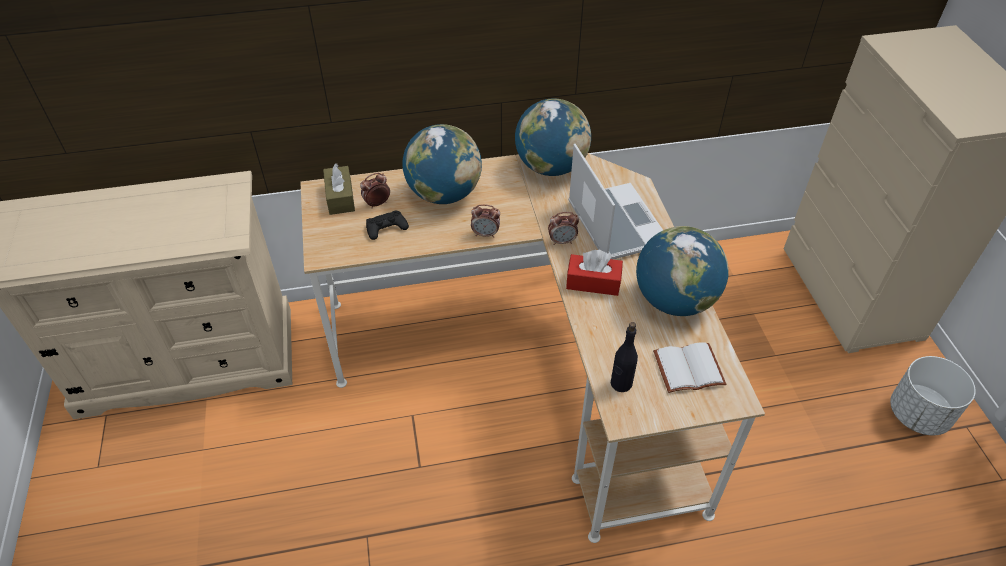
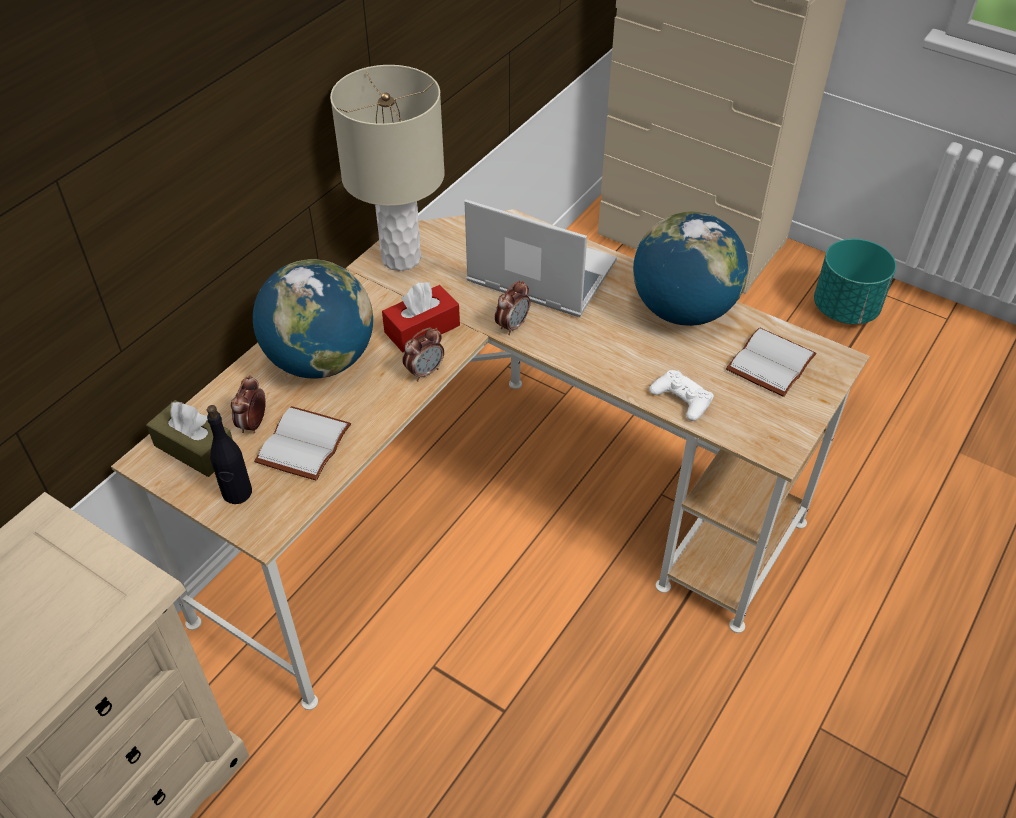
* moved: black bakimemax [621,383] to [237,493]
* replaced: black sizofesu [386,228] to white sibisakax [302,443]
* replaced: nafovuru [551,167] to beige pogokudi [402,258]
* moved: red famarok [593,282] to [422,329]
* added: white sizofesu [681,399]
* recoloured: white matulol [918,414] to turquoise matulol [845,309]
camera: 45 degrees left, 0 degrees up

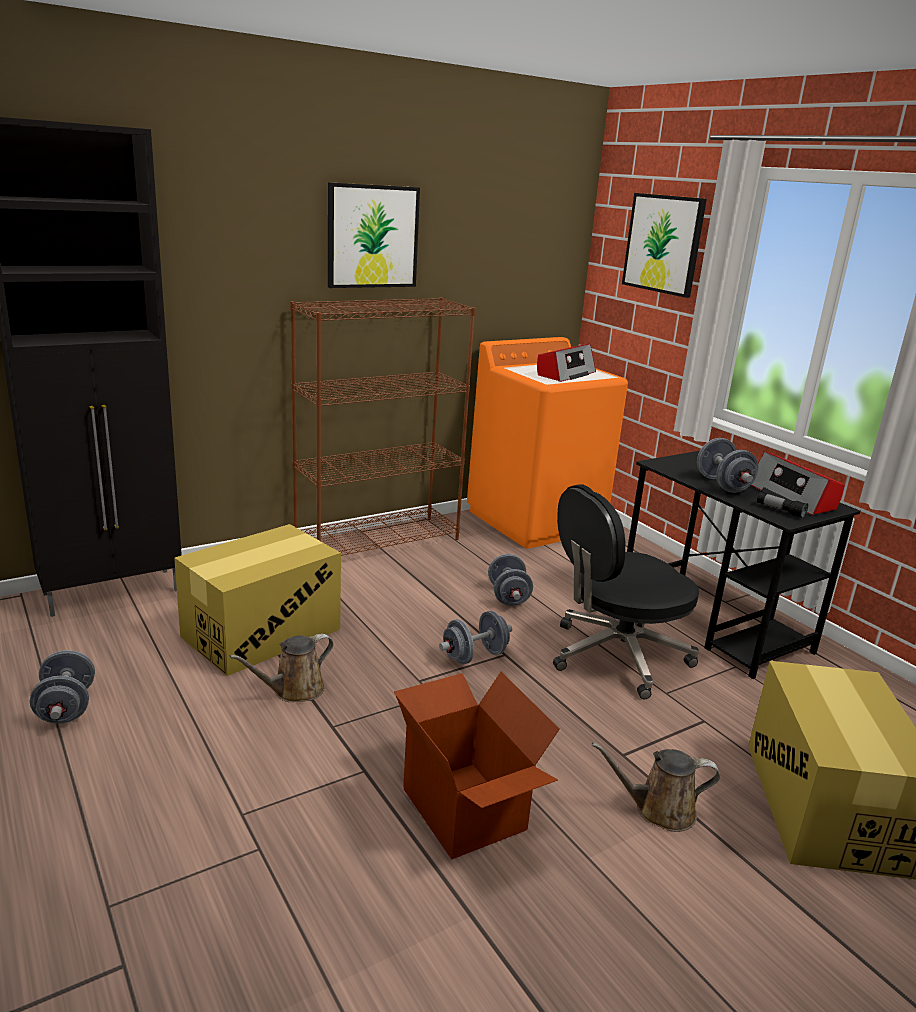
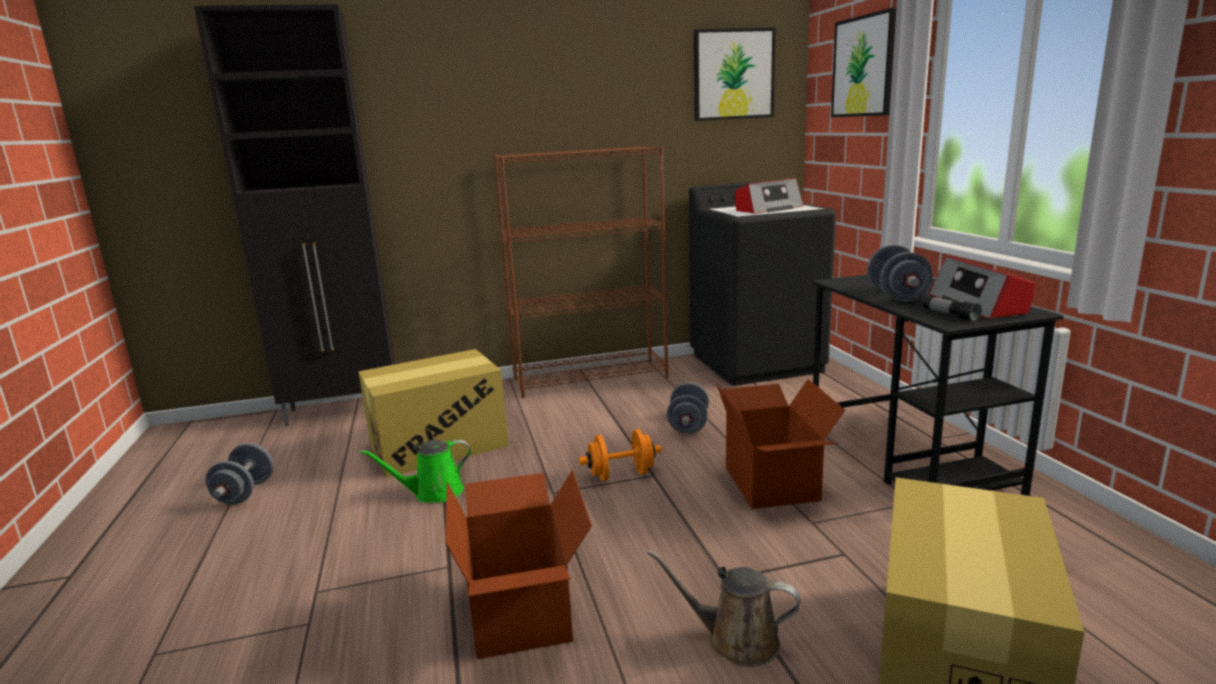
* recoloured: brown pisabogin [294,690] to green pisabogin [433,493]
* recoloured: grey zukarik [474,656] to orange zukarik [621,475]
* recoloured: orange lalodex [536,520] to black lalodex [757,363]
* moved: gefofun [372,236] to [733,74]
* replaced: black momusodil [616,656] to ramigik [773,483]
camera: 20 degrees right, 5 degrees down

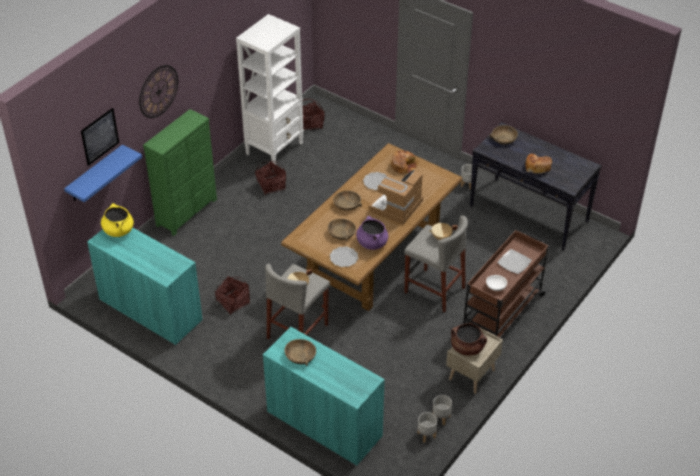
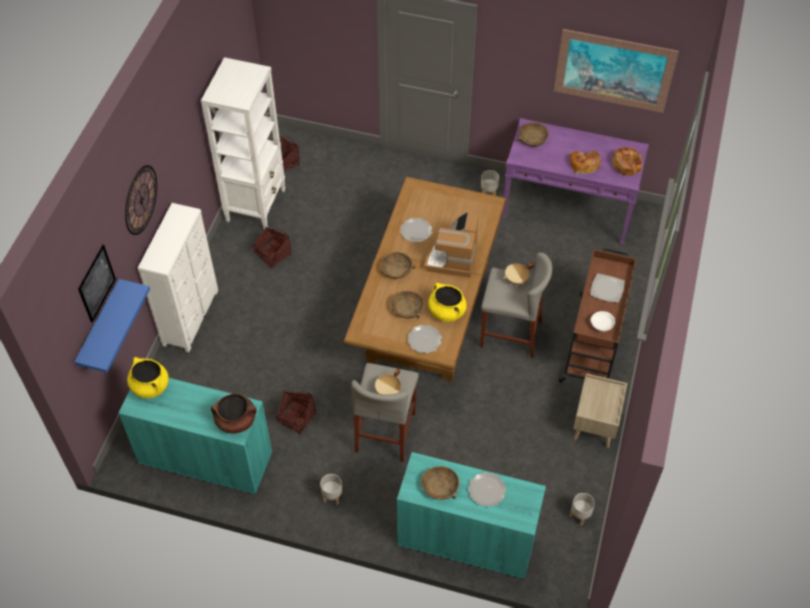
* recoloured: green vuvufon [187,212] to white vuvufon [191,317]
* moved: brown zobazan [467,348] to [236,420]
* moved: grey matulol [441,417] to [332,496]
* recoloured: purple zobazan [372,243] to yellow zobazan [446,311]
* added: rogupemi [486,490]
* recoloured: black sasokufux [529,213] to purple sasokufux [568,210]
* added: gefofun [614,70]
* moved: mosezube [403,165] to [626,164]
camera: 20 degrees left, 10 degrees up

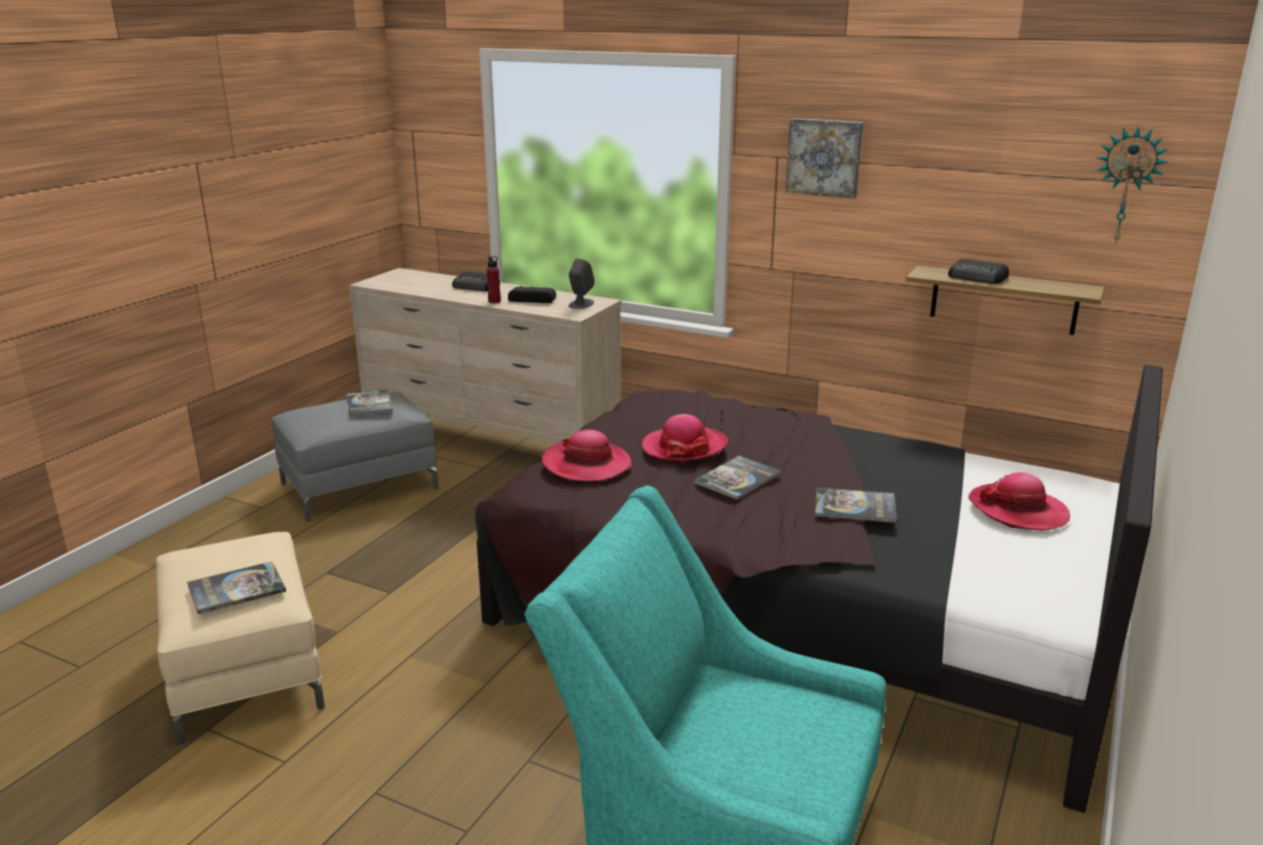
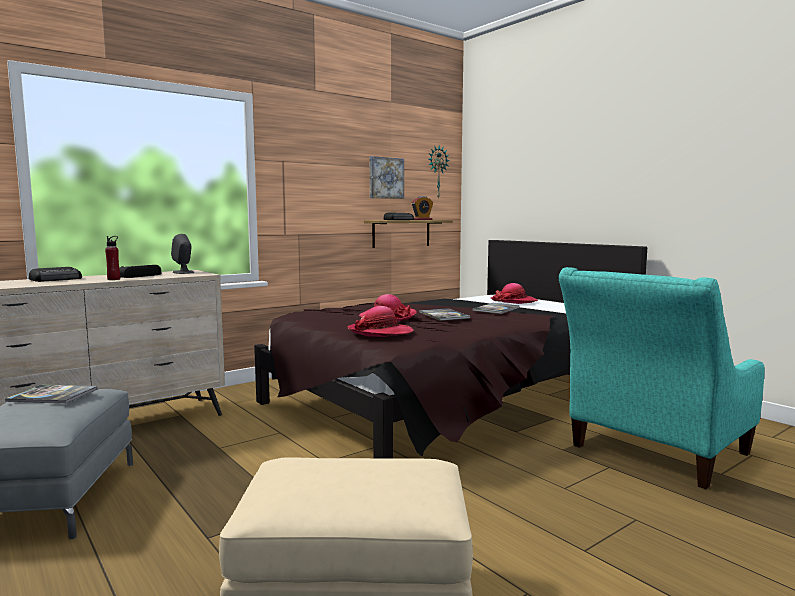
* moved: gefofun [824,157] to [385,178]
* added: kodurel [422,219]
* removed: sibisakax [236,589]
camera: 65 degrees left, 15 degrees down

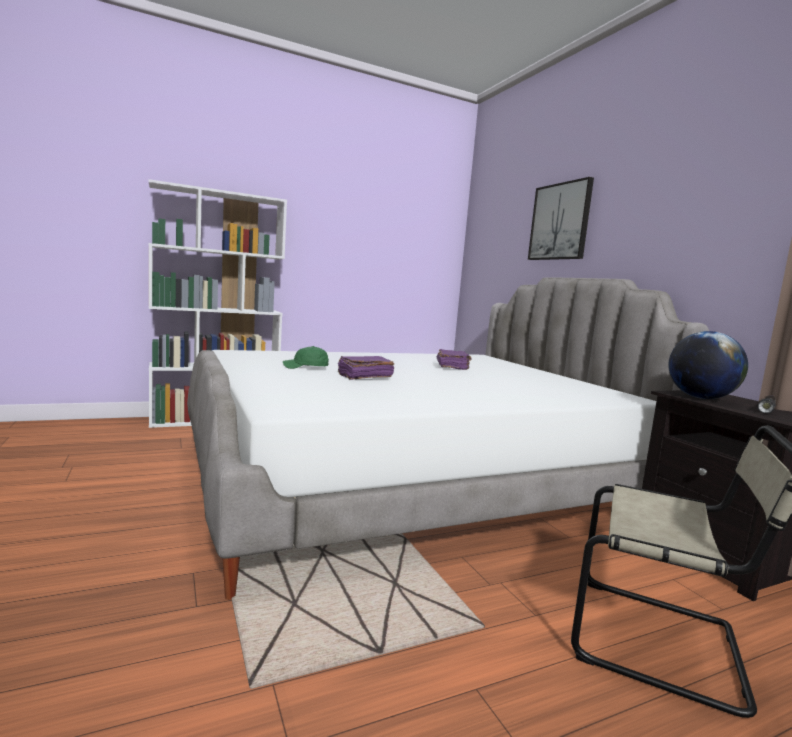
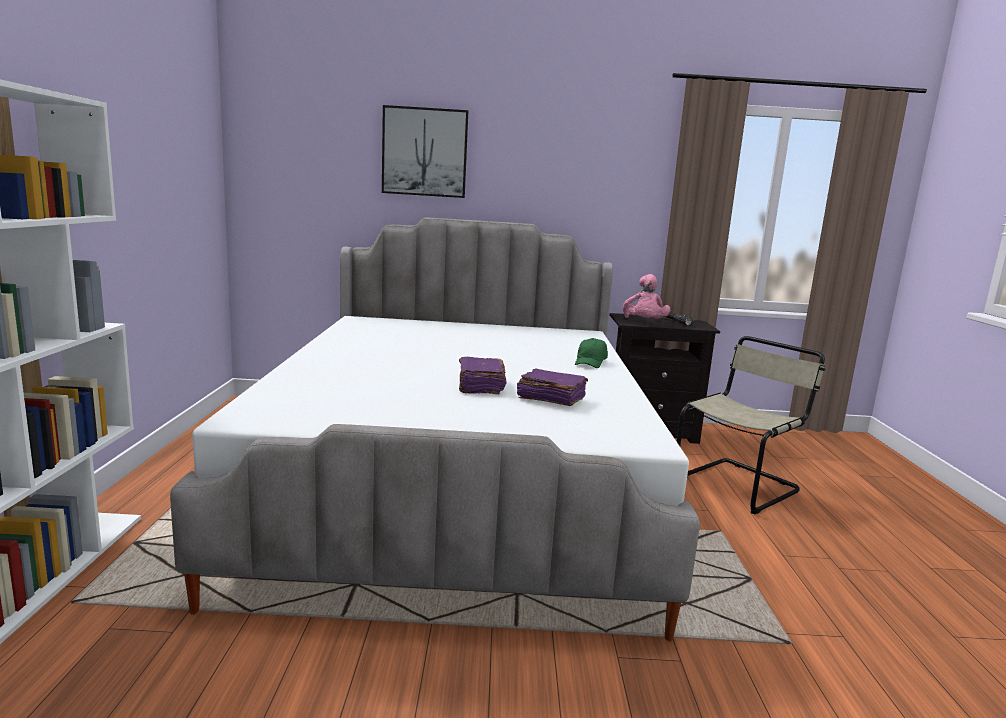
* moved: purple sibisakax [452,367] to [550,399]
* moved: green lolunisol [306,367] to [590,362]
* replaced: nafovuru [700,398] to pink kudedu [644,323]
camera: 65 degrees left, 5 degrees up

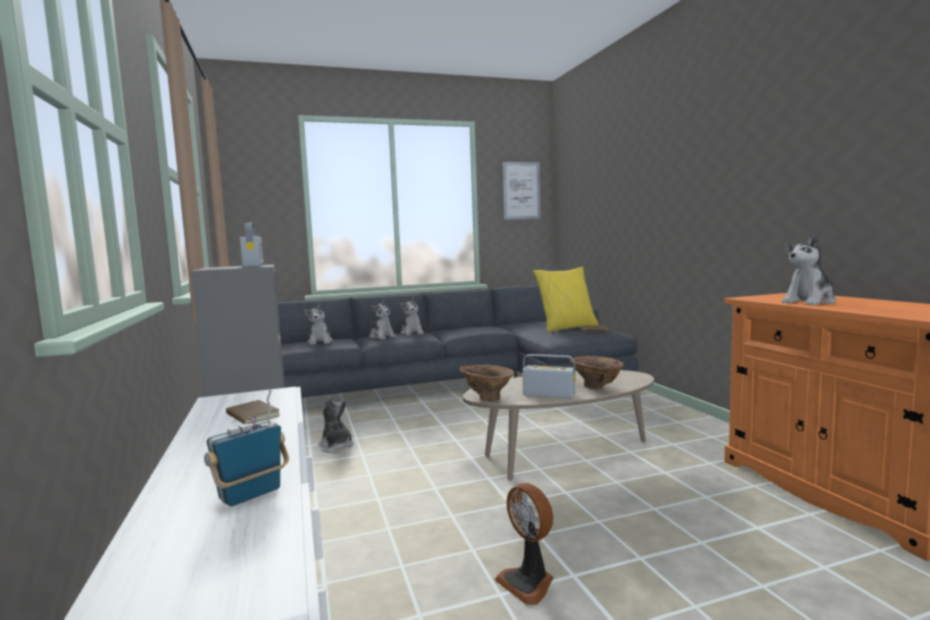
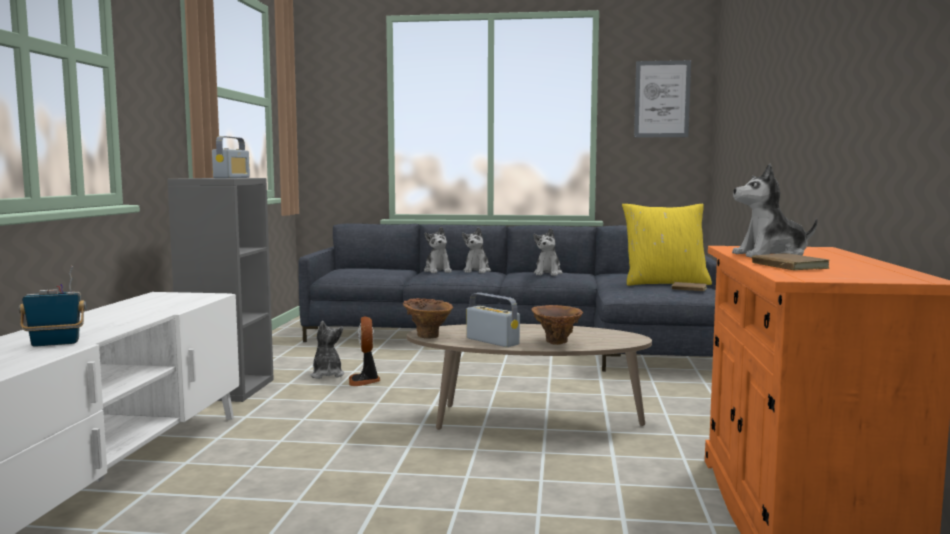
* moved: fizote [528,582] to [364,381]
* moved: kudedu [320,342] to [548,273]
* moved: brown sibisakax [250,416] to [787,266]
camera: 25 degrees right, 0 degrees up

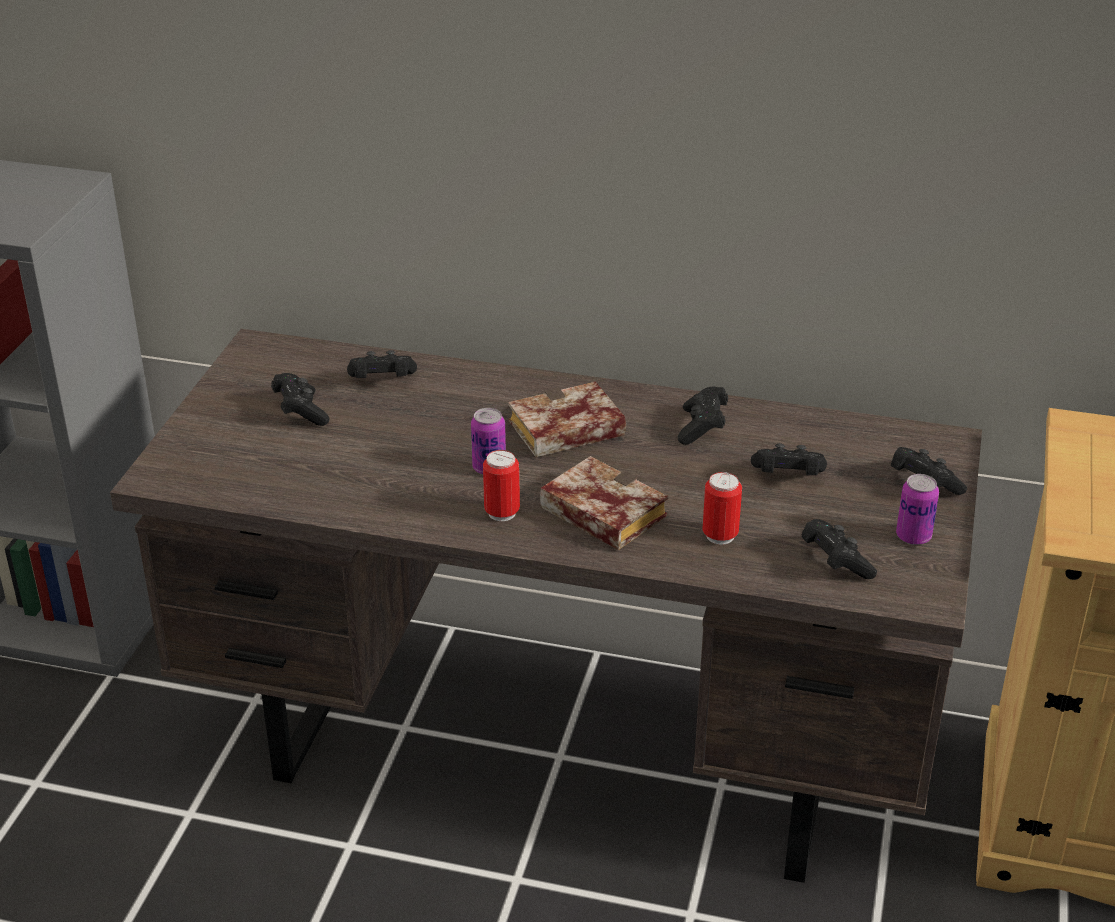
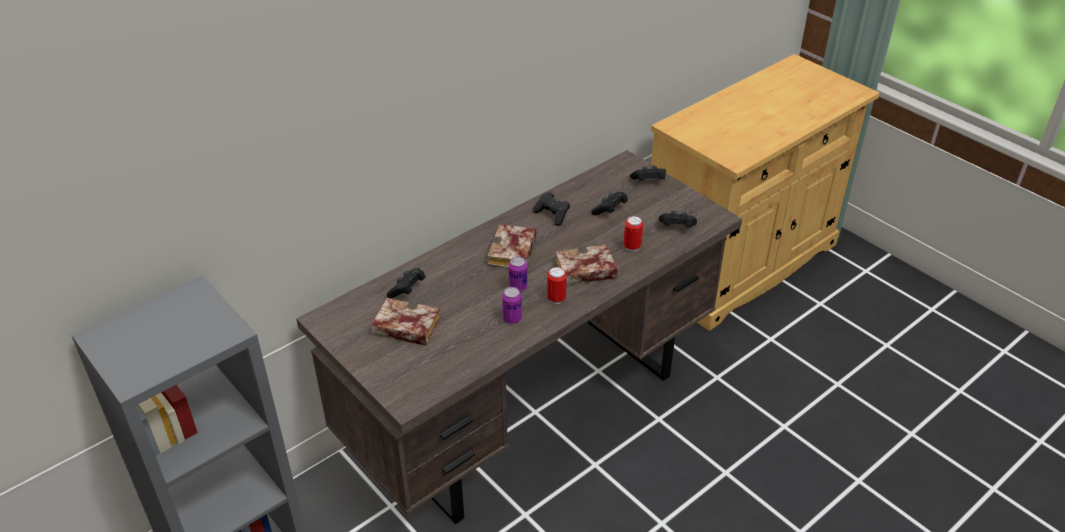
* replaced: black sizofesu [300,411] to sibisakax [403,328]
* moved: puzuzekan [913,536] to [512,318]
camera: 55 degrees left, 5 degrees up

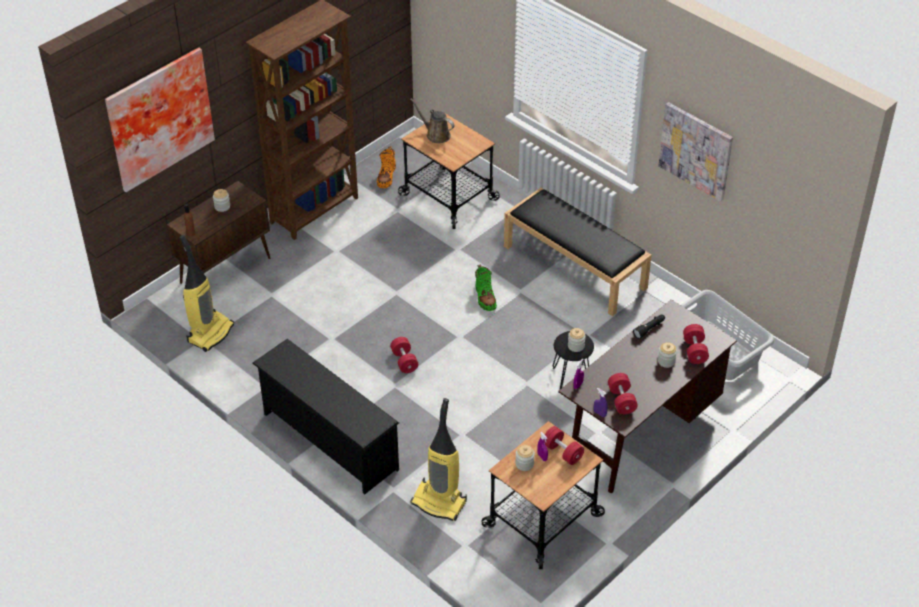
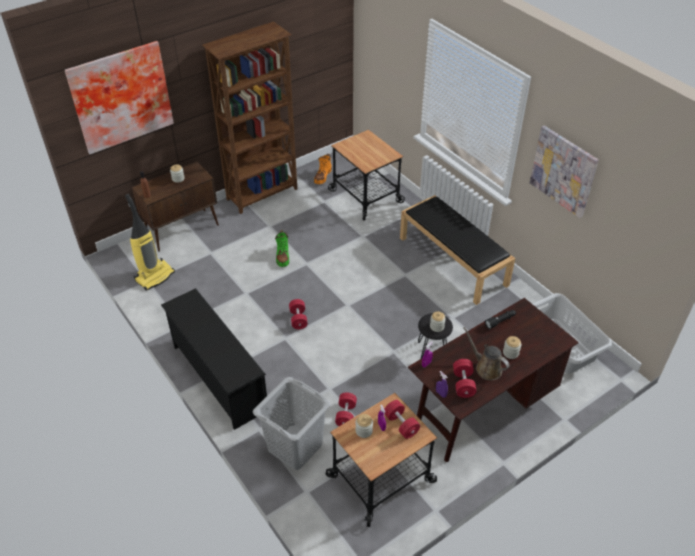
* replaced: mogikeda [440,502] to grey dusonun [295,447]
* moved: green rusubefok [485,297] to [282,256]
* moved: red zukarik [694,351] to [346,415]
* moved: brown pisabogin [436,134] to [486,368]
camera: 10 degrees right, 0 degrees up

